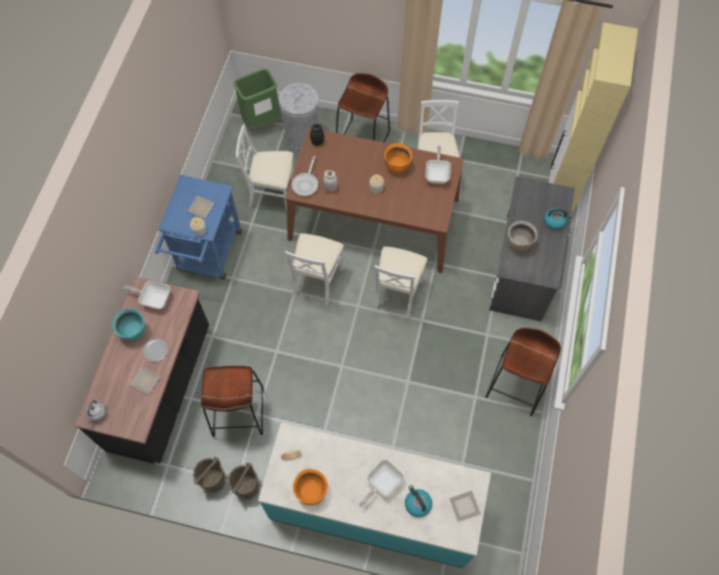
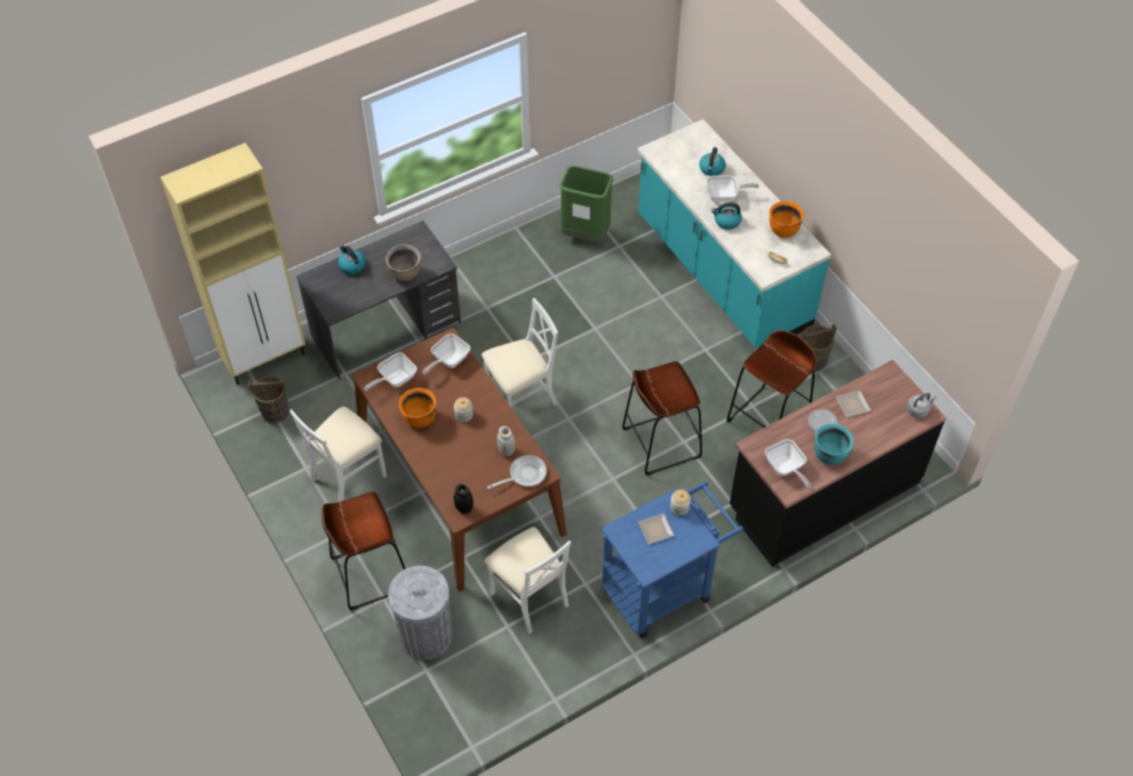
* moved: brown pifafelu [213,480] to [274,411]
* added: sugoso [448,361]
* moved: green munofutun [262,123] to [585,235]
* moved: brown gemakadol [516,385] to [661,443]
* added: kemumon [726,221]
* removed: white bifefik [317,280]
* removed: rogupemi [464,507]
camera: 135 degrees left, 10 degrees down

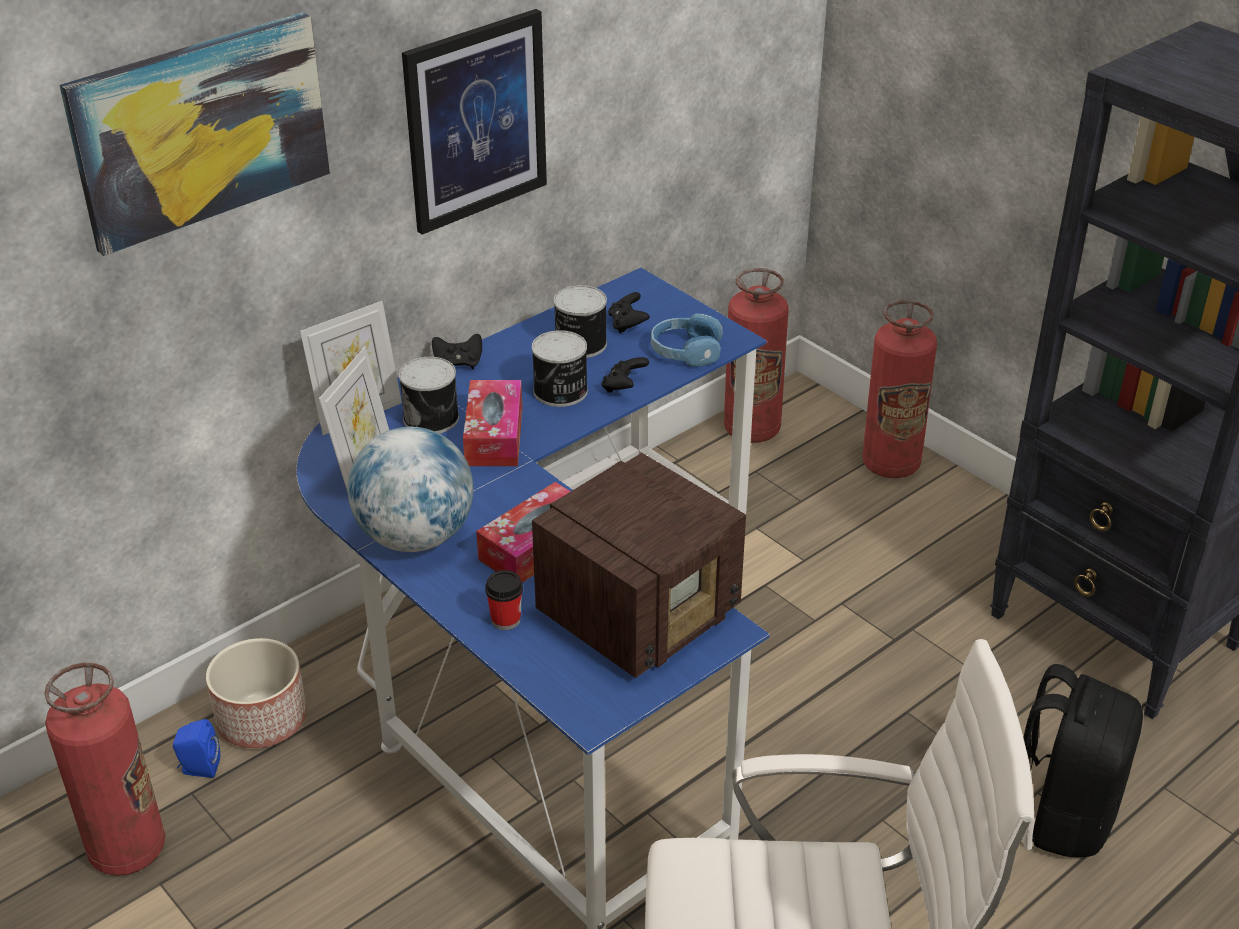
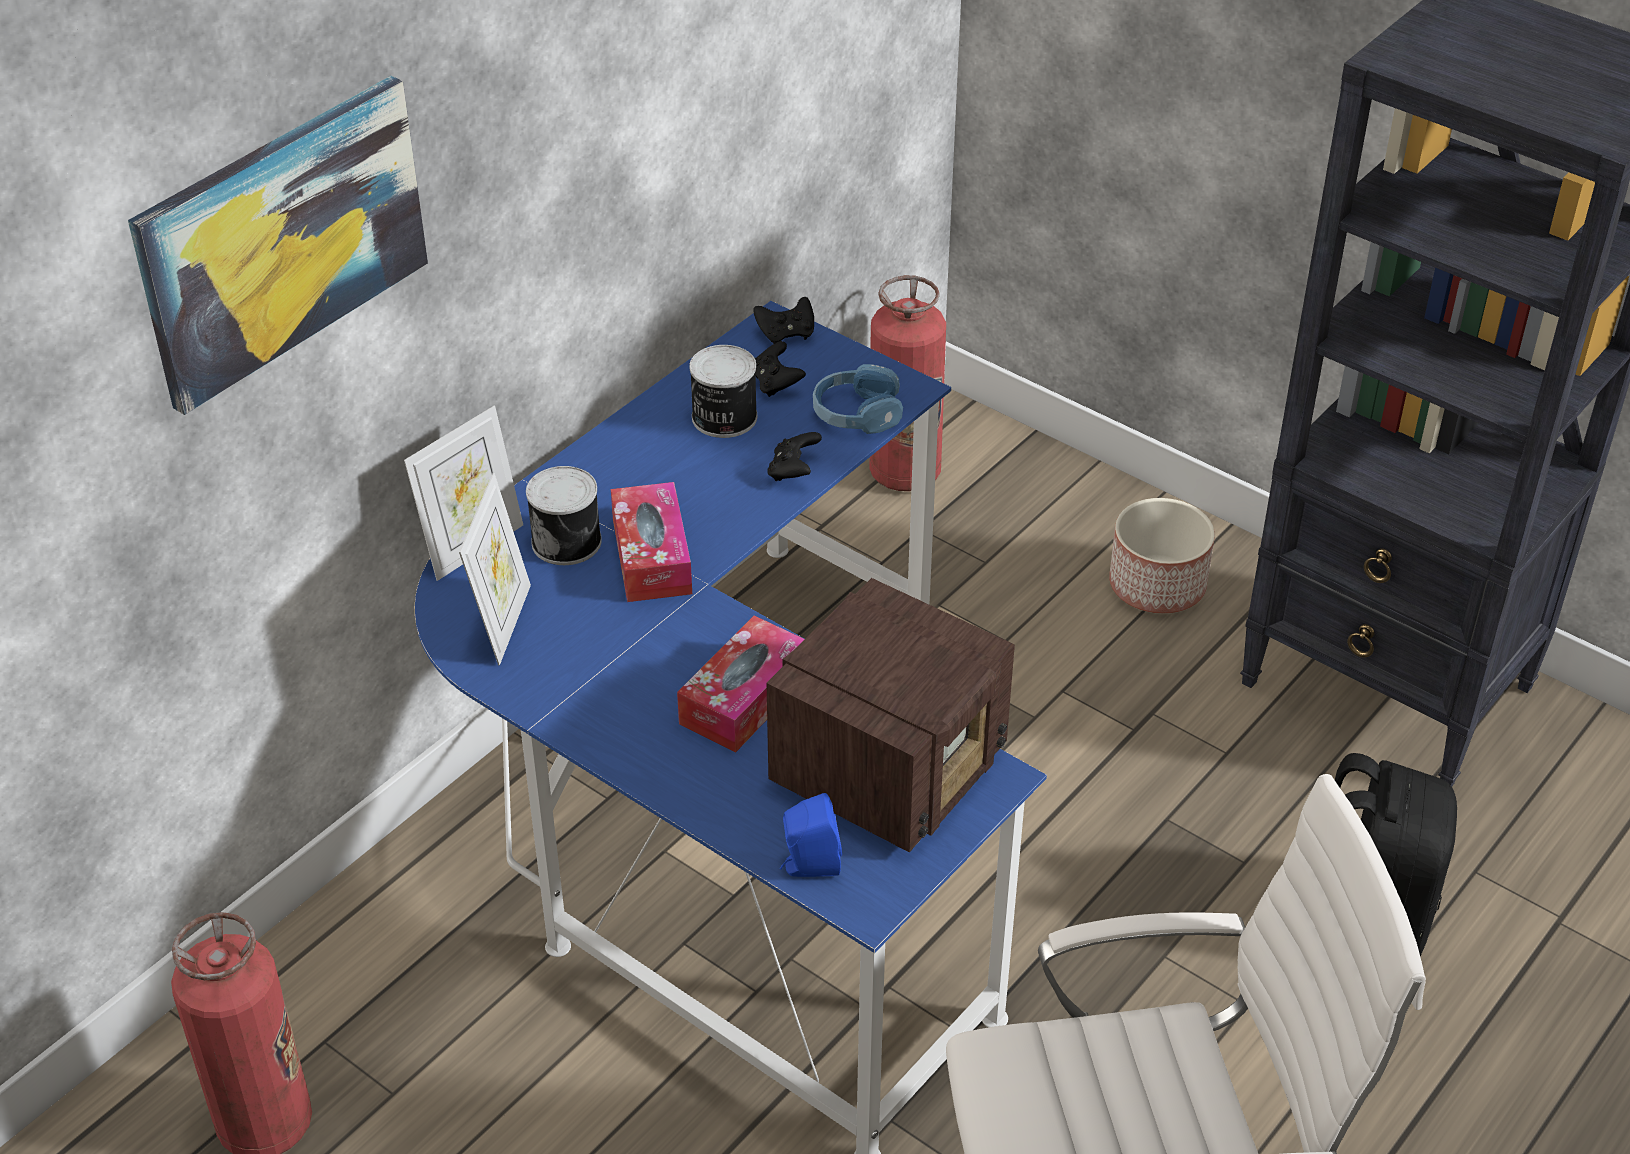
* moved: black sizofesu [458,364] to [786,334]
* moved: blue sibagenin [198,768] to [809,865]
* moved: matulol [263,719] to [1158,585]
* removed: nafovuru [415,537]
* removed: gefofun [476,121]
* removed: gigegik [506,620]
* removed: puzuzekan [561,392]
* removed: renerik [890,464]
camera: 10 degrees left, 5 degrees up

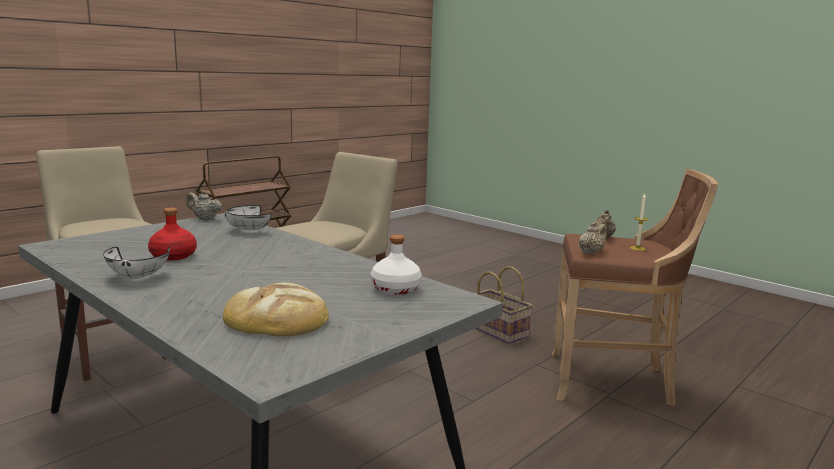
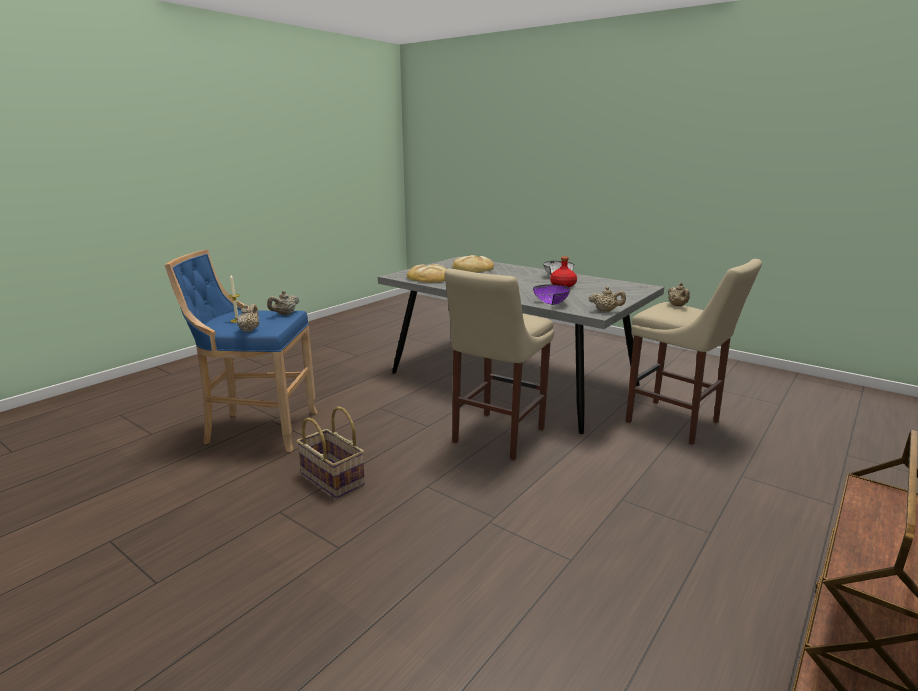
* recoloured: brown gemakadol [614,381] to blue gemakadol [258,429]
* replaced: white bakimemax [395,289] to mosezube [429,278]
* recoloured: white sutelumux [247,230] to purple sutelumux [553,303]
* added: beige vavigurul [677,306]
camera: 175 degrees right, 5 degrees up

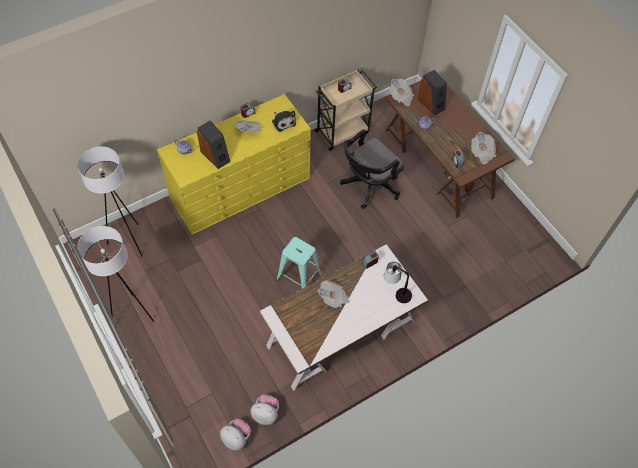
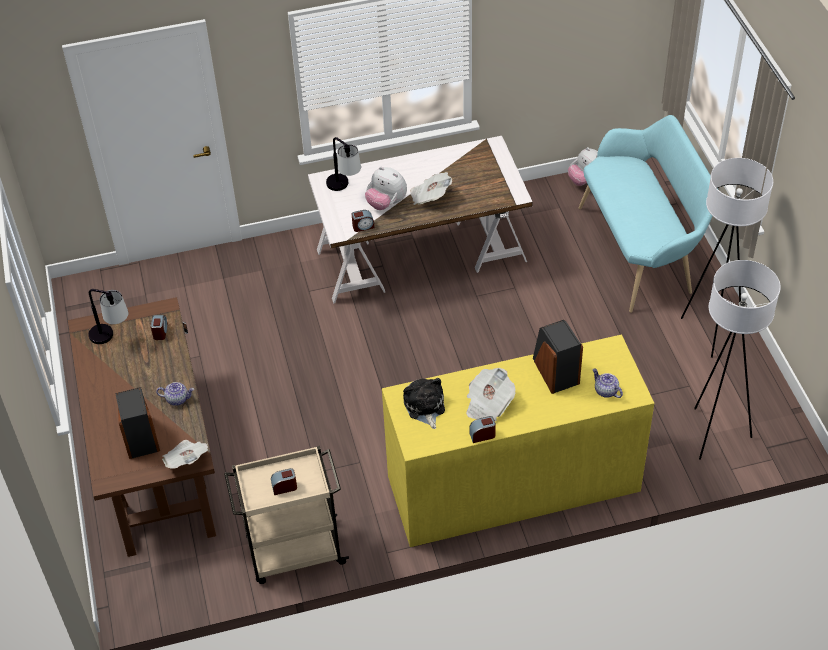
* replaced: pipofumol [482,153] to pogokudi [112,337]
* moved: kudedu [266,413] to [386,203]
* added: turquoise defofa [641,250]
* removed: turquoise gemakadol [299,276]
* removed: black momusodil [368,186]
camera: 160 degrees left, 10 degrees down

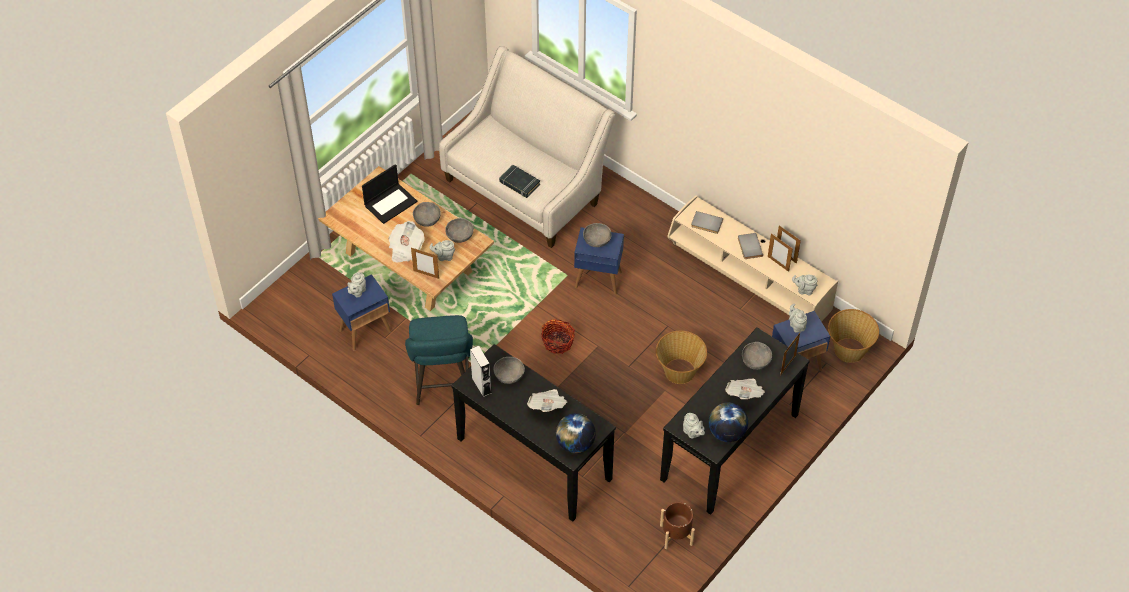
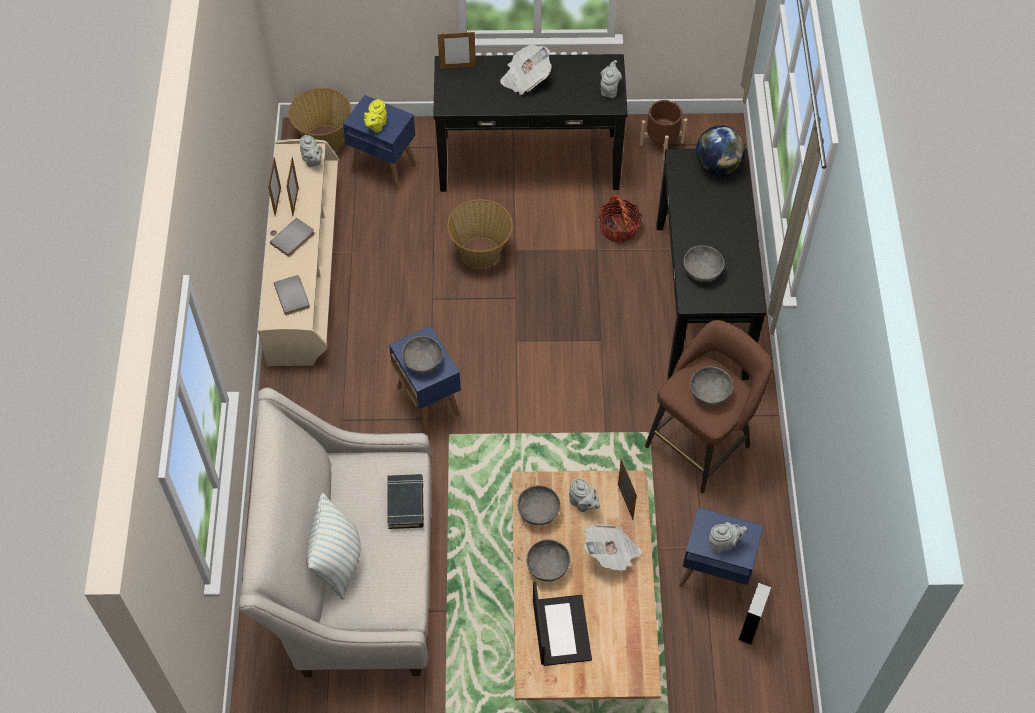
* added: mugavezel [338,561]
* recoloured: grey vavigurul [796,325] to yellow vavigurul [376,126]
* turned: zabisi [390,203] = [560,629] 75 degrees clockwise
* moved: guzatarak [558,342] to [618,228]
* recoloured: turquoise gemakadol [443,384] to brown gemakadol [701,443]
* moved: grey sutelumux [756,361] to [709,393]
* moved: grey sibagenin [481,385] to [750,627]
* removed: pipofumol [547,406]
* removed: nafovuru [726,433]
camera: 130 degrees left, 5 degrees up

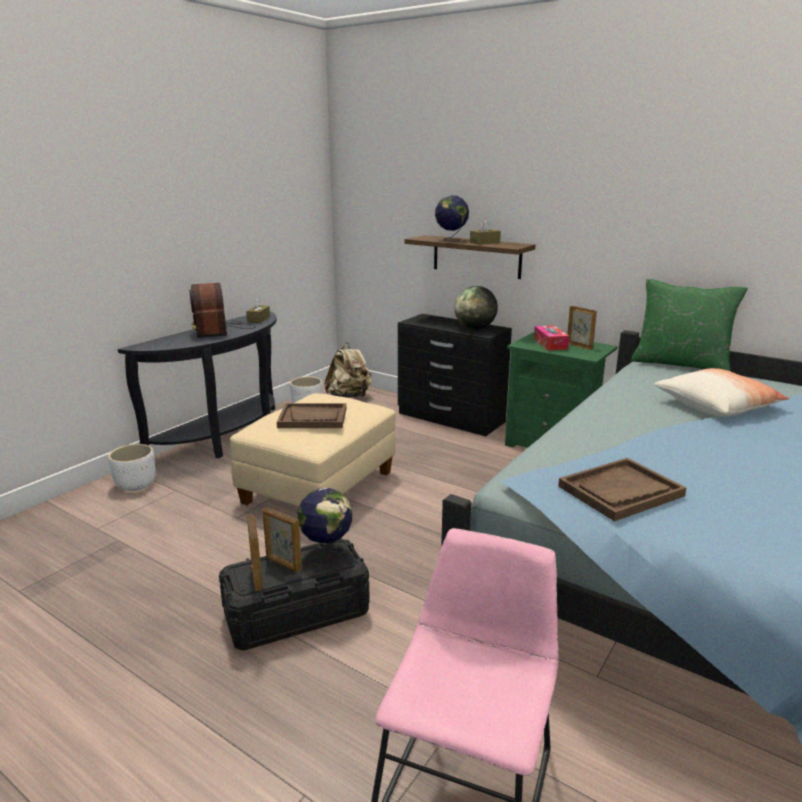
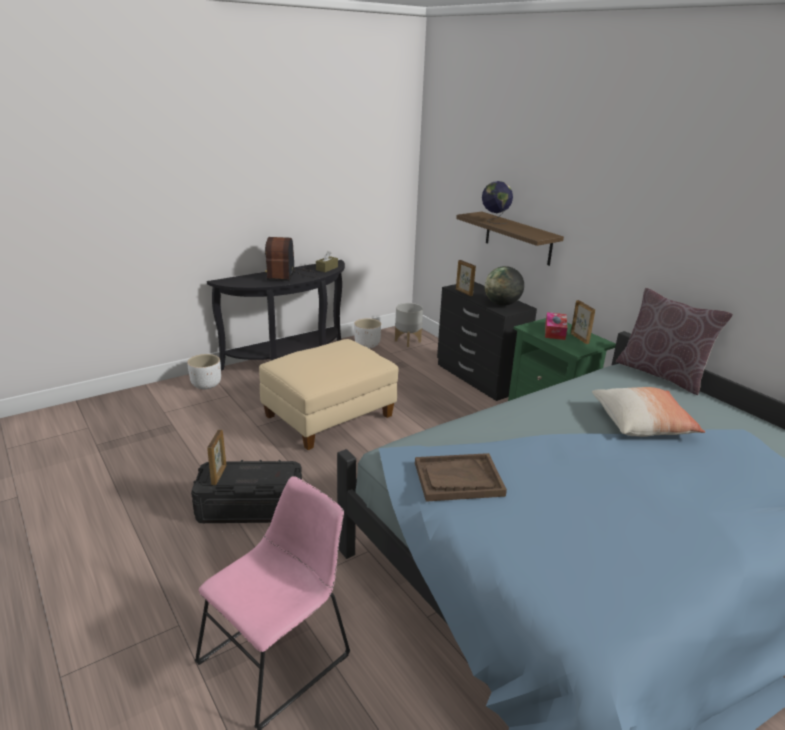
* replaced: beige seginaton [349,396] to grey matulol [408,341]
* moved: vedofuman [283,564] to [463,292]
* recoloured: green mugavezel [680,364] to brown mugavezel [661,374]
* removed: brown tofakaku [313,418]
* removed: nafovuru [326,551]
* removed: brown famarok [484,242]
camera: 20 degrees right, 5 degrees up

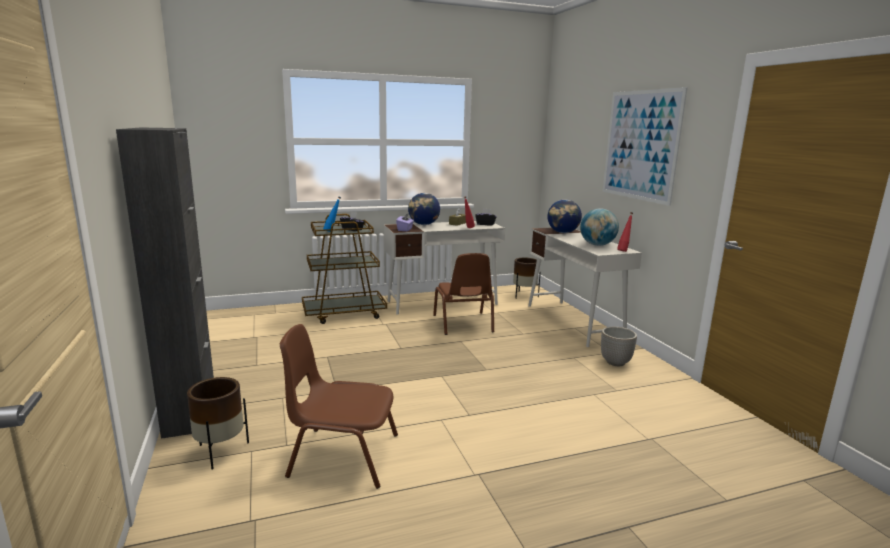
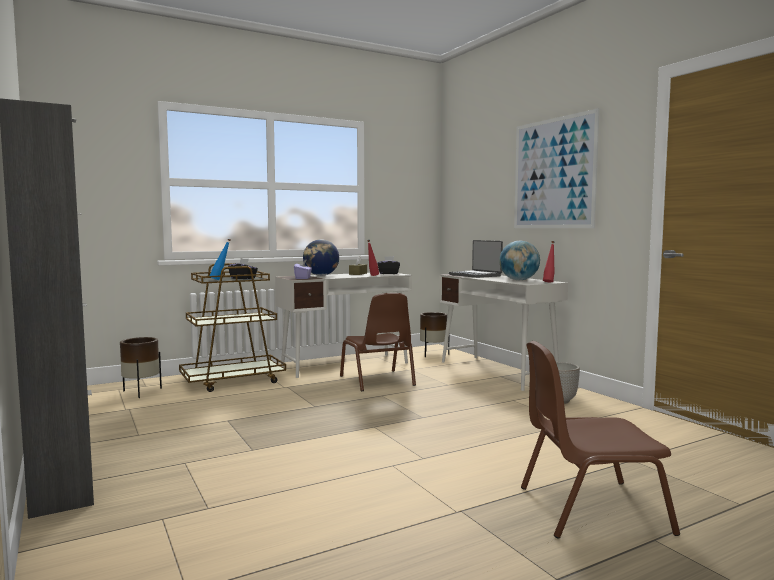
* moved: brown matulol [220,451] to [141,392]
* replaced: nafovuru [563,232] to zabisi [475,275]
* moved: brown bifefik [342,455] to [589,509]
camera: 10 degrees left, 10 degrees down

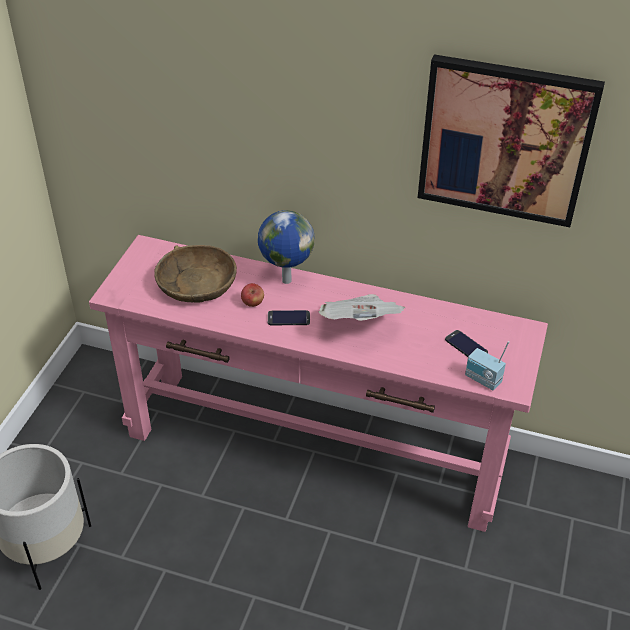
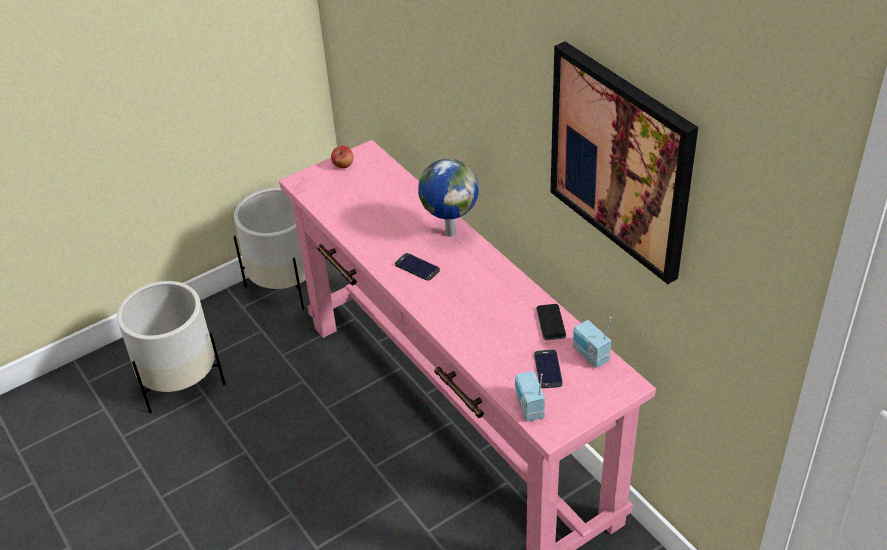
* added: white matulol [286,285]
* moved: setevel [252,303] to [343,165]
* added: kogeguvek [551,323]
* added: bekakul [590,355]
* removed: brown sutelumux [196,284]
* removed: pipofumol [360,324]
camera: 40 degrees right, 0 degrees up

